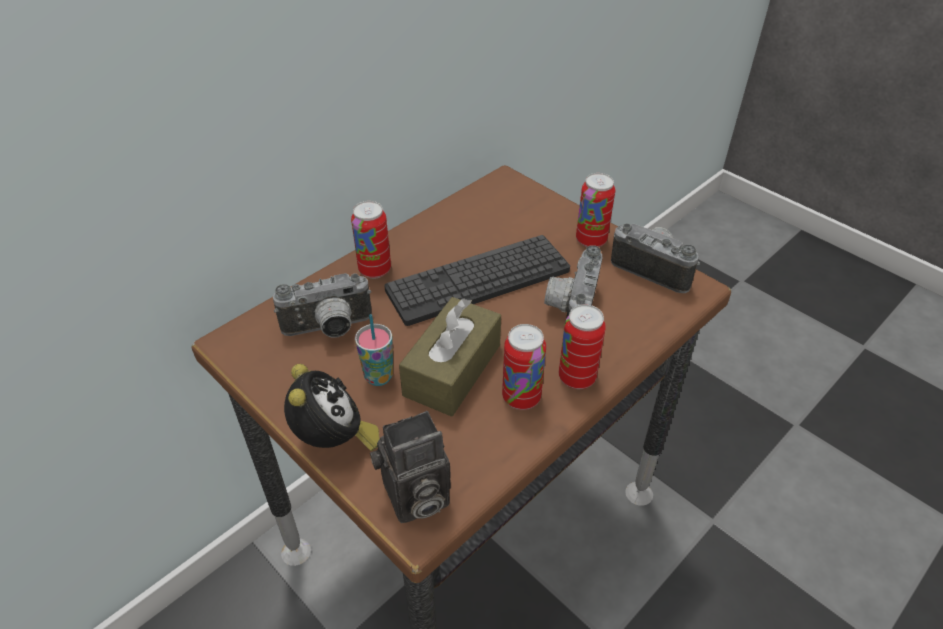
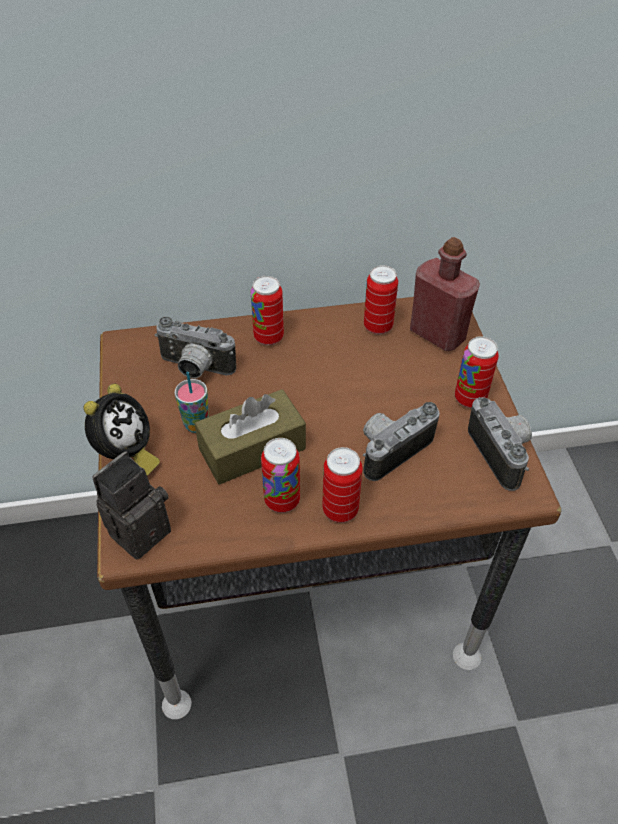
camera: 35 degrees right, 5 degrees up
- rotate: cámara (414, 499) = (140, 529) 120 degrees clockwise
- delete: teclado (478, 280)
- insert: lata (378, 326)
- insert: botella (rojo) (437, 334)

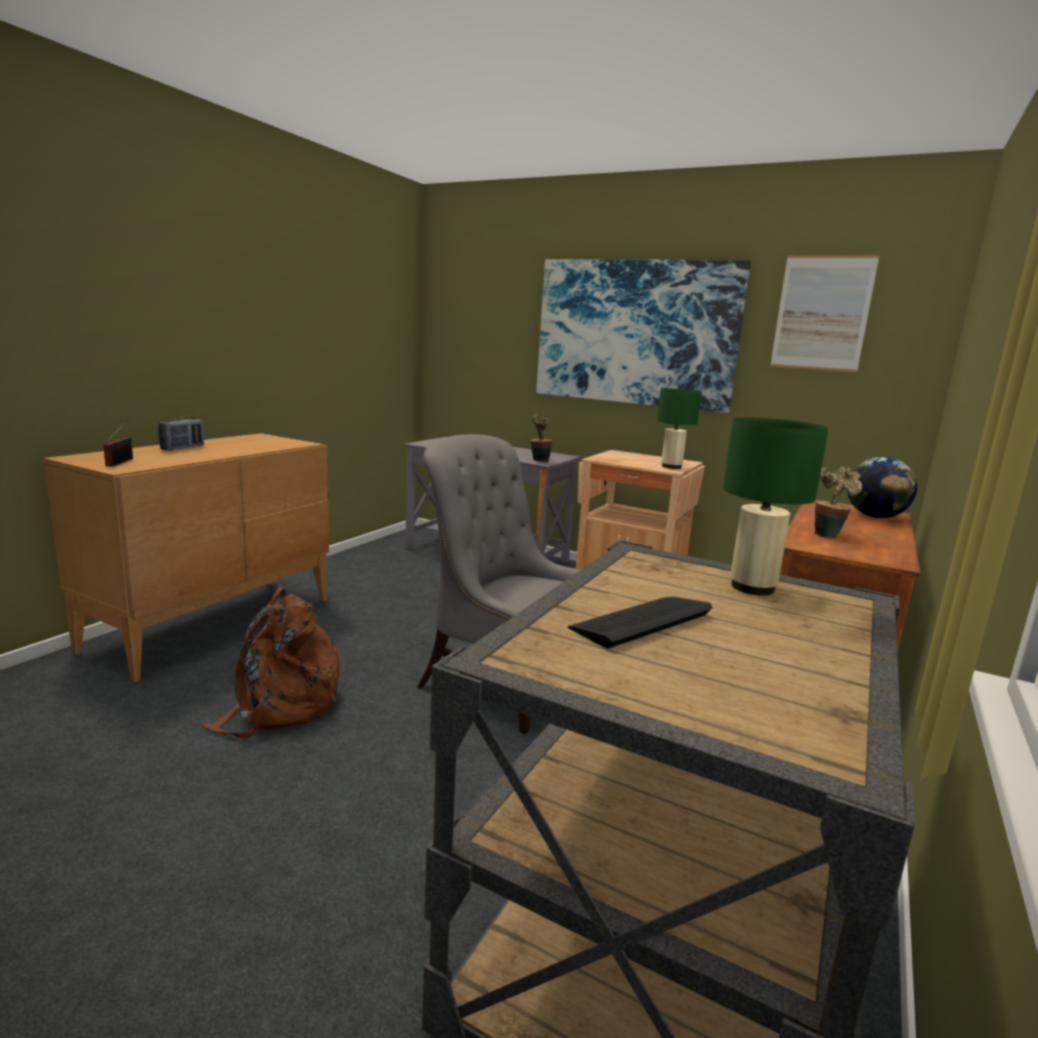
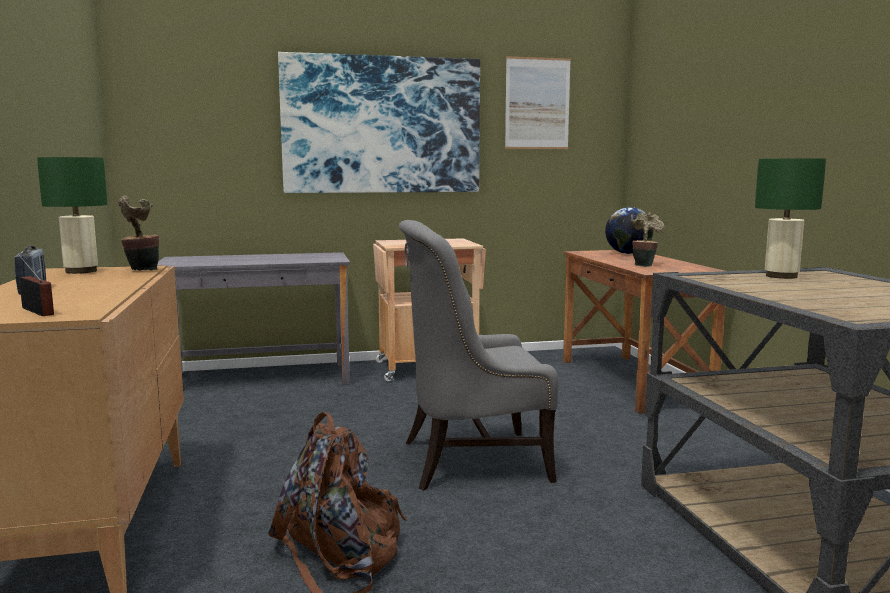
camera: 40 degrees left, 5 degrees down
- move: planta en maceta (538, 461) to (141, 271)
- delete: teclado (641, 621)
- move: lámpara de mesa (verde) (671, 467) to (81, 271)

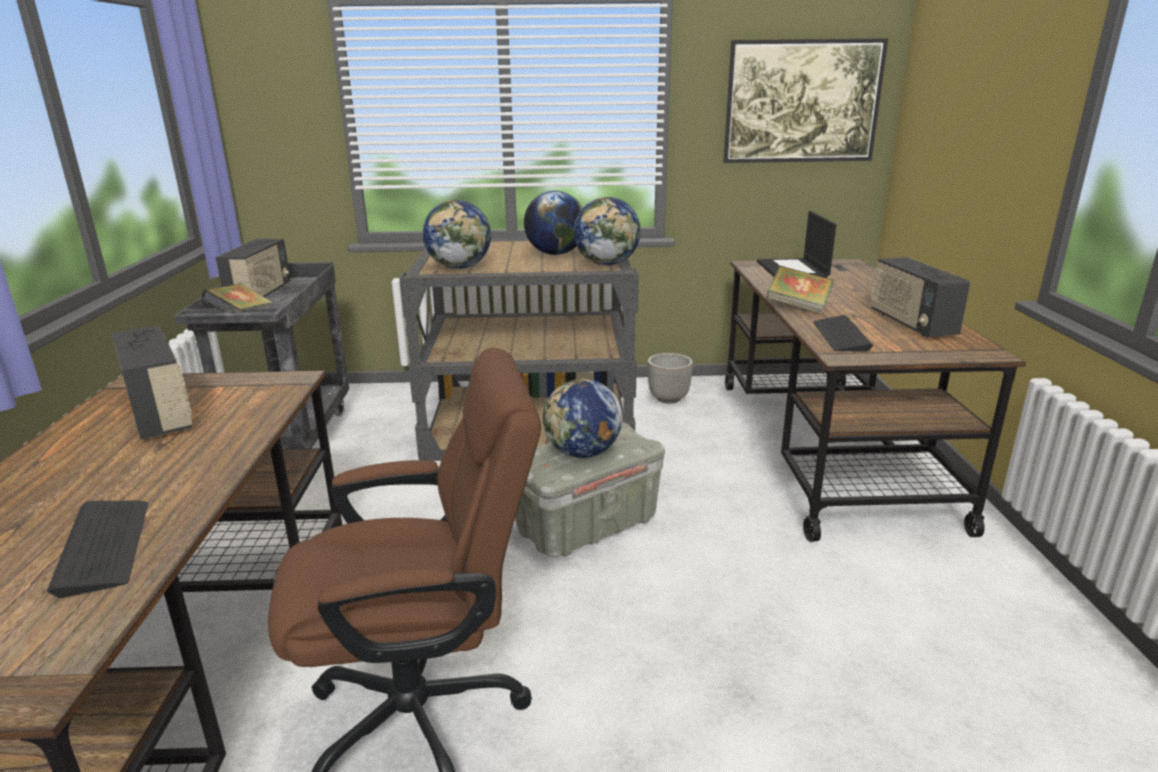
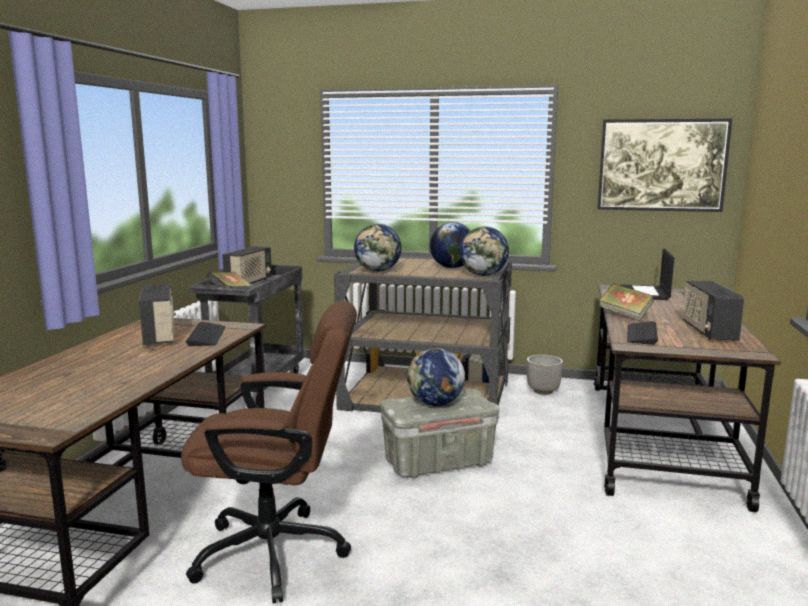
camera: 15 degrees right, 10 degrees down
- move: teclado (104, 546) to (206, 336)

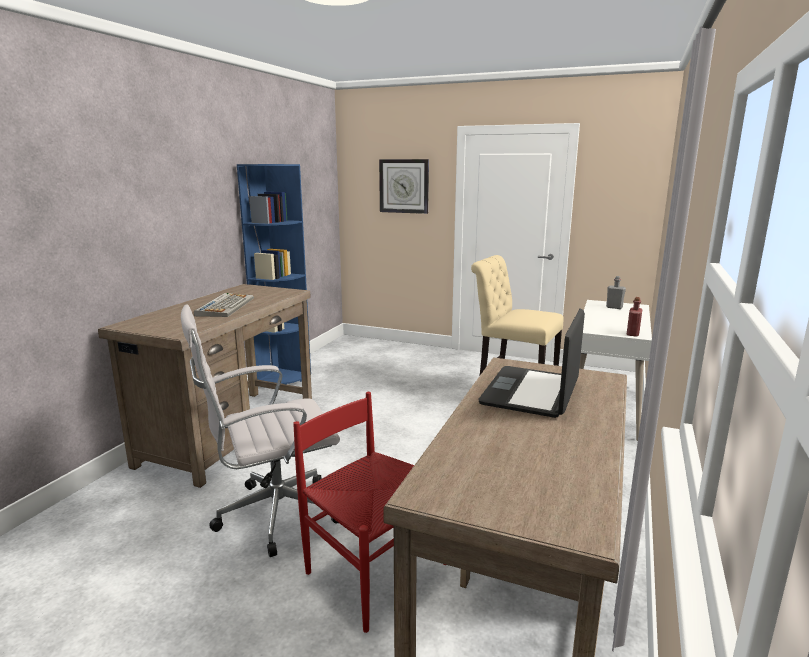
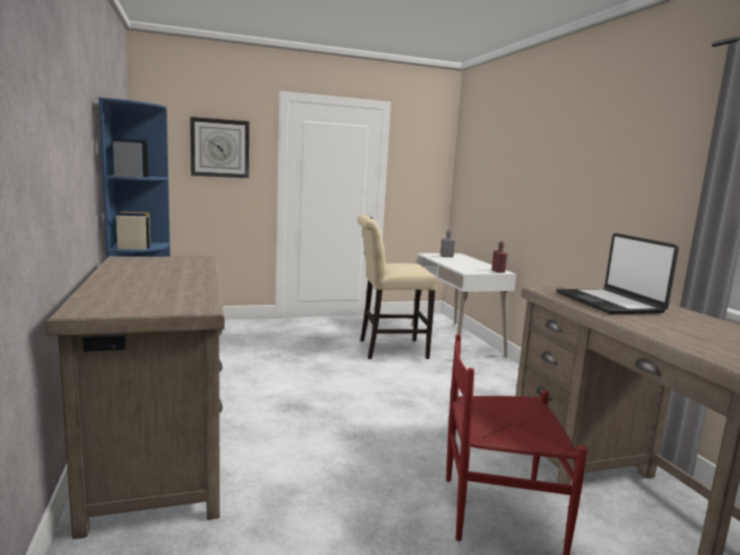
camera: 40 degrees left, 5 degrees down
- delete: silla de oficina (blanco) (272, 515)
- delete: teclado (225, 306)

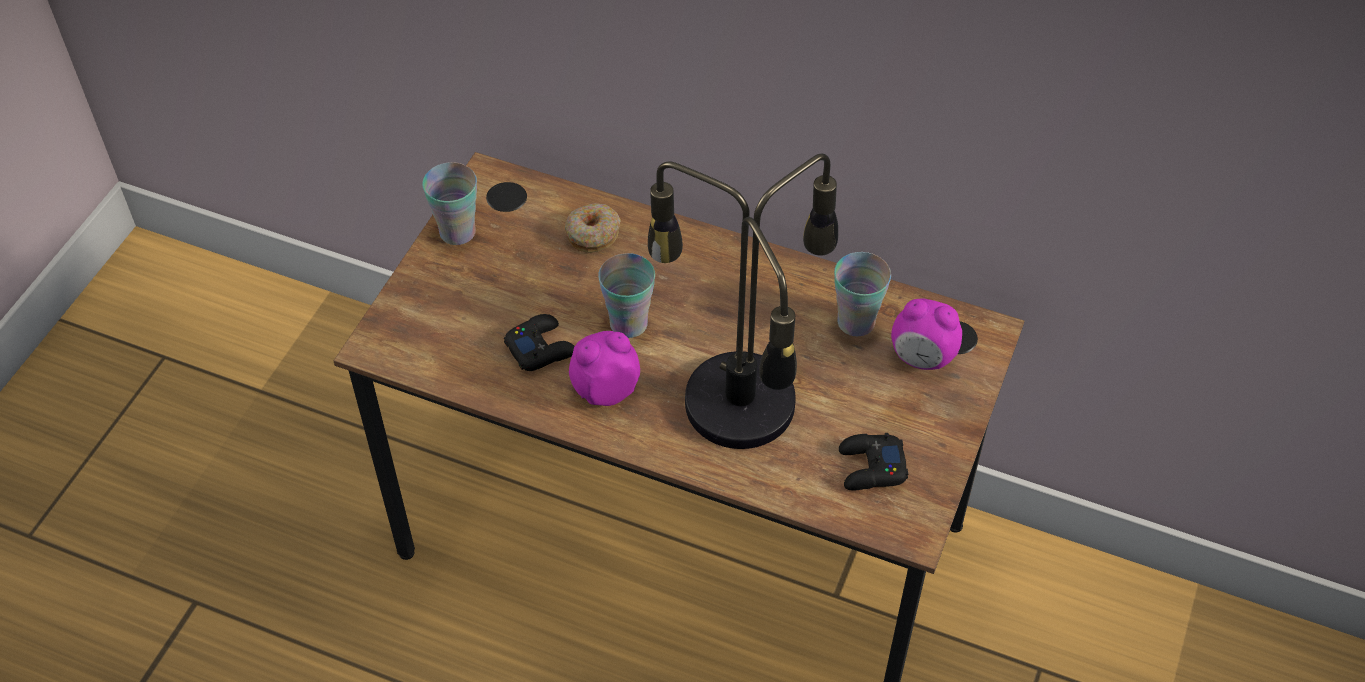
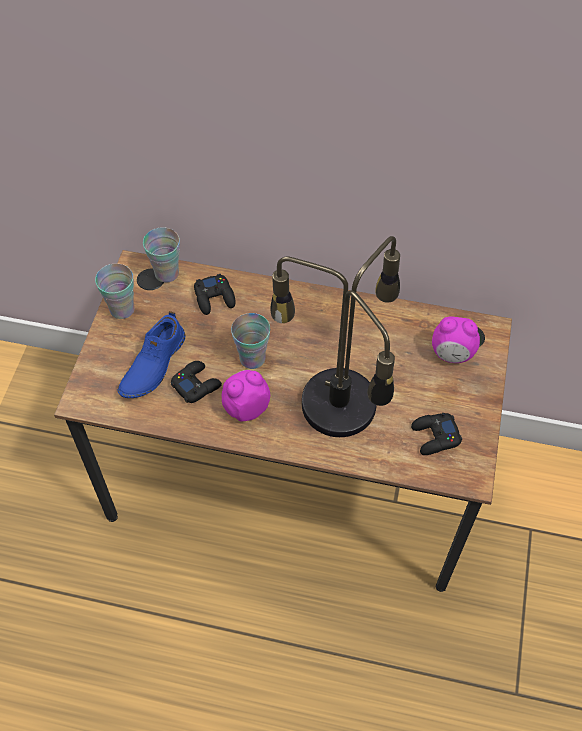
camera: 10 degrees left, 5 degrees up
- replace: rosquilla (592, 234) to mando de consola (negro) (215, 297)
- move: taza (856, 322) to (167, 273)
- insert: zapato (azul) (152, 365)

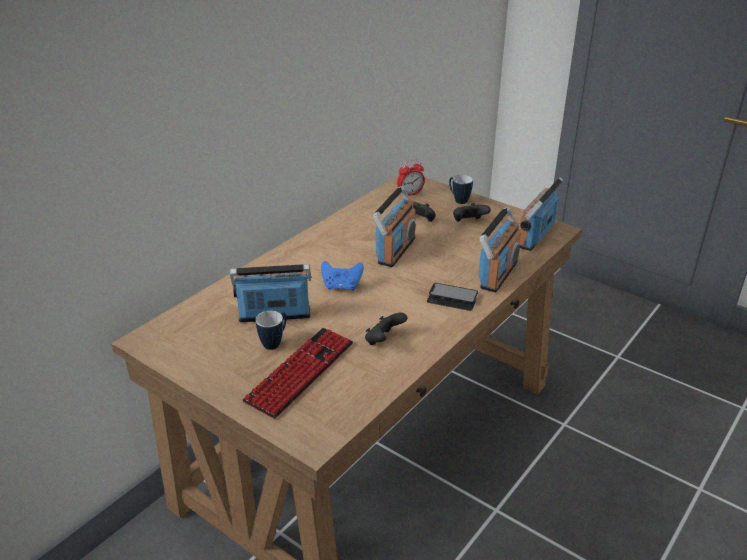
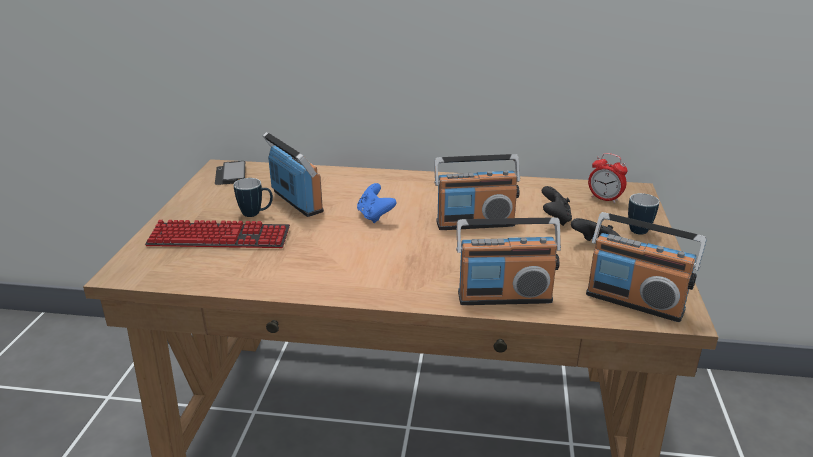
camera: 60 degrees right, 5 degrees down
- delete: mando de consola (negro) (384, 340)
- move: móvil (452, 298) to (230, 174)
- rotate: radio (535, 236) = (634, 302) 150 degrees counterclockwise

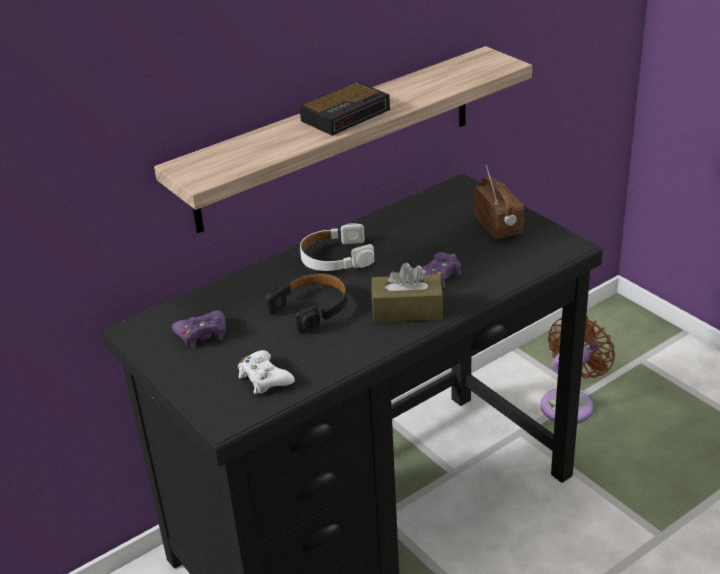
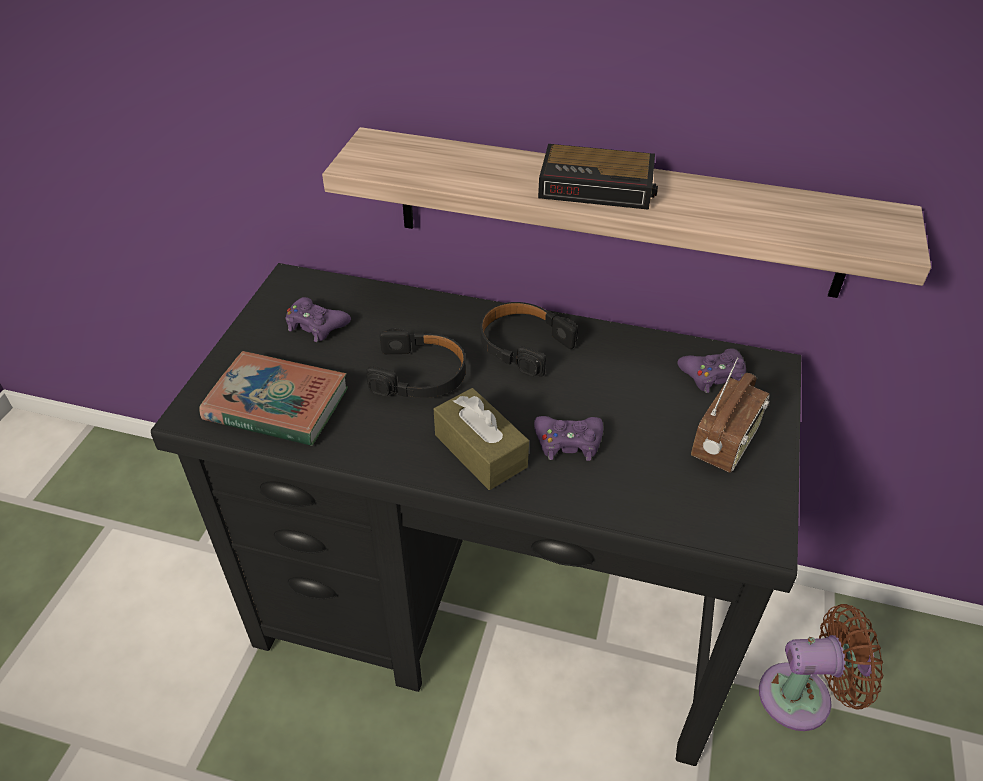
camera: 50 degrees right, 10 degrees up
- replace: mando de consola (blanco) (264, 378) to libro (277, 405)
- recolor: auriculares (blanco) (335, 258) to auriculares (negro) (523, 345)
- insert: mando de consola (morado) (713, 375)

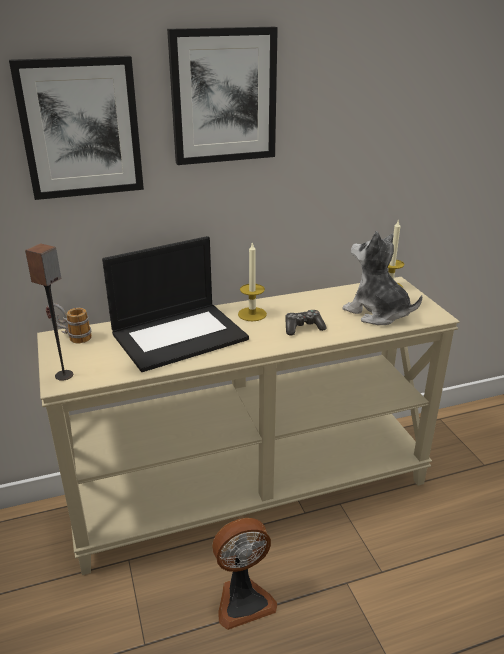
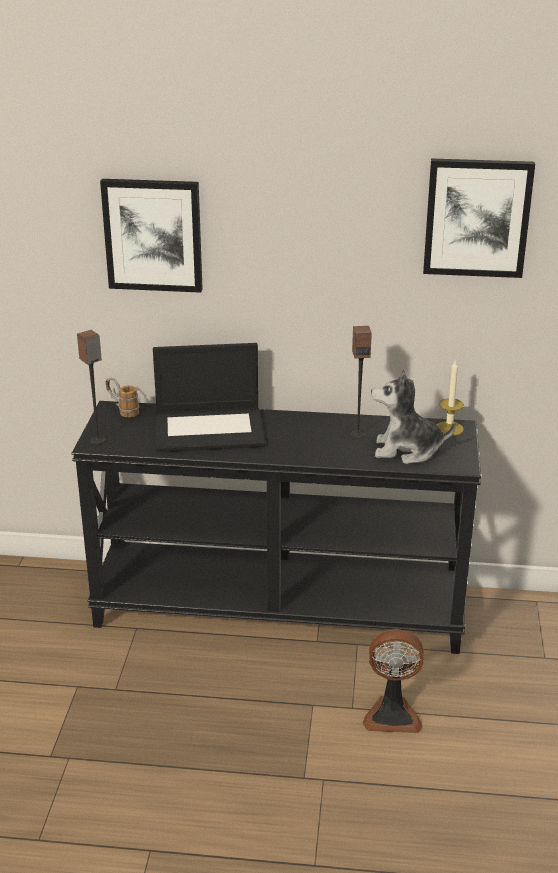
camera: 25 degrees right, 0 degrees up
- recolor: mesa consola (beis) (252, 490) to mesa consola (negro) (280, 608)
- move: cuadro (223, 96) to (477, 217)
- move: ventilador (243, 599) to (392, 714)
- delete: vela (252, 314)
- delete: mando de consola (303, 328)
- rotate: peluche (377, 313) = (407, 450) 60 degrees counterclockwise
- insert: altavoz (357, 434)

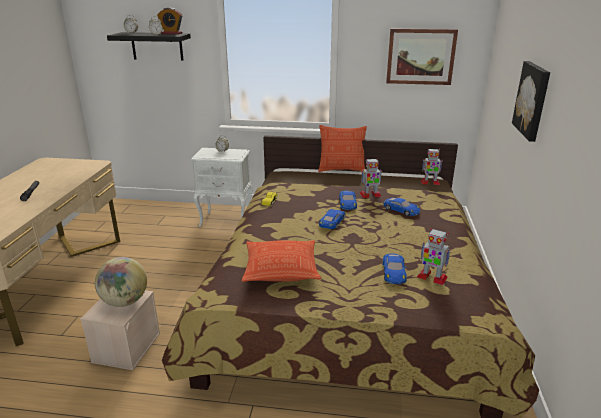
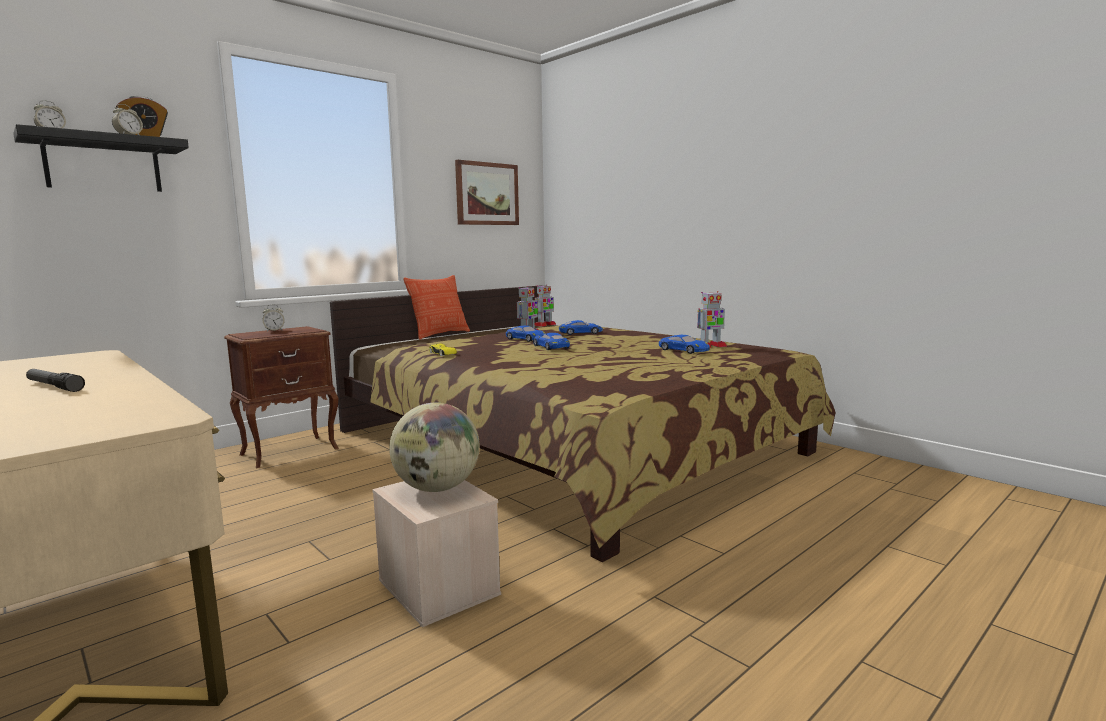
camera: 50 degrees left, 15 degrees down
- recolor: mesita de noche (blanco) (226, 220) to mesita de noche (marrón) (290, 451)
- delete: cojín (naranja) (281, 271)
- delete: cuadro (533, 100)

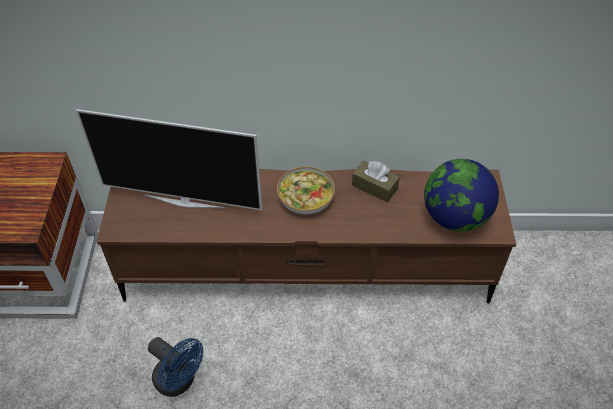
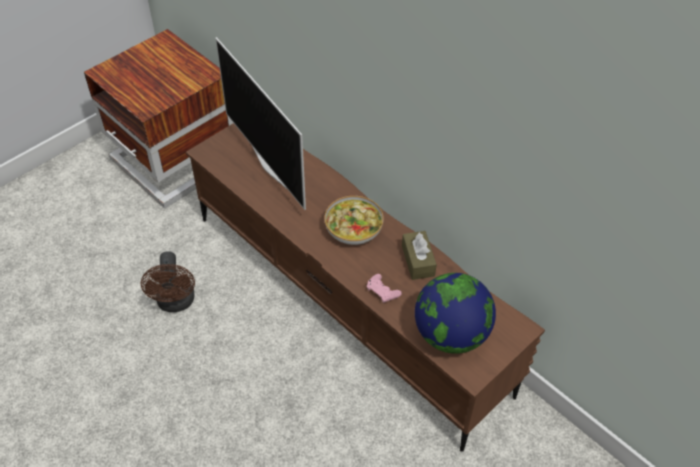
camera: 45 degrees right, 0 degrees up
- recolor: ventilador (azul) (179, 381) to ventilador (marrón) (176, 303)
- insert: mando de consola (rosa) (382, 291)

